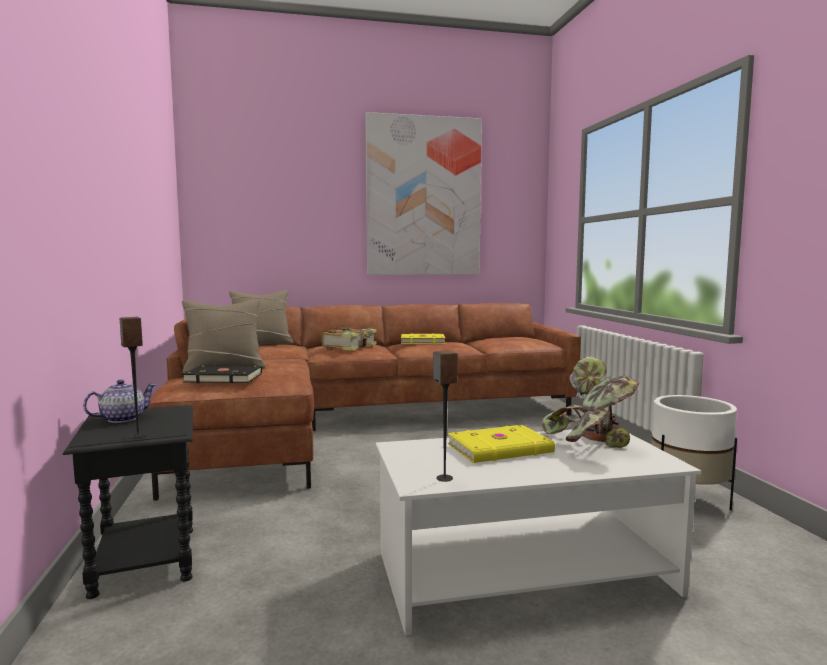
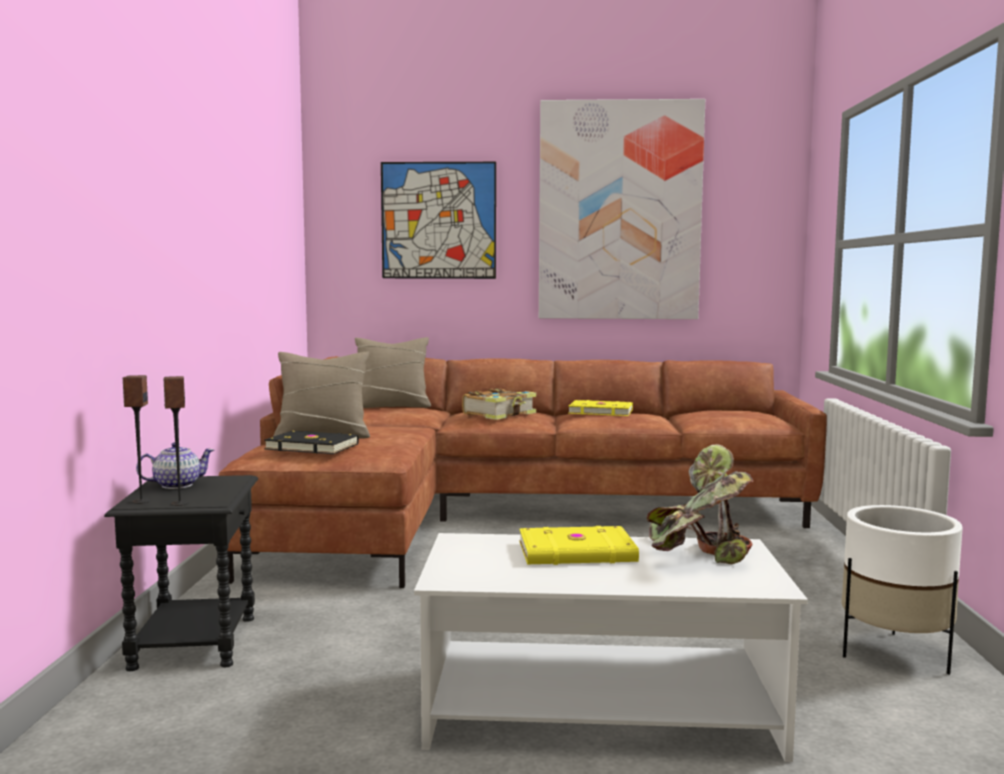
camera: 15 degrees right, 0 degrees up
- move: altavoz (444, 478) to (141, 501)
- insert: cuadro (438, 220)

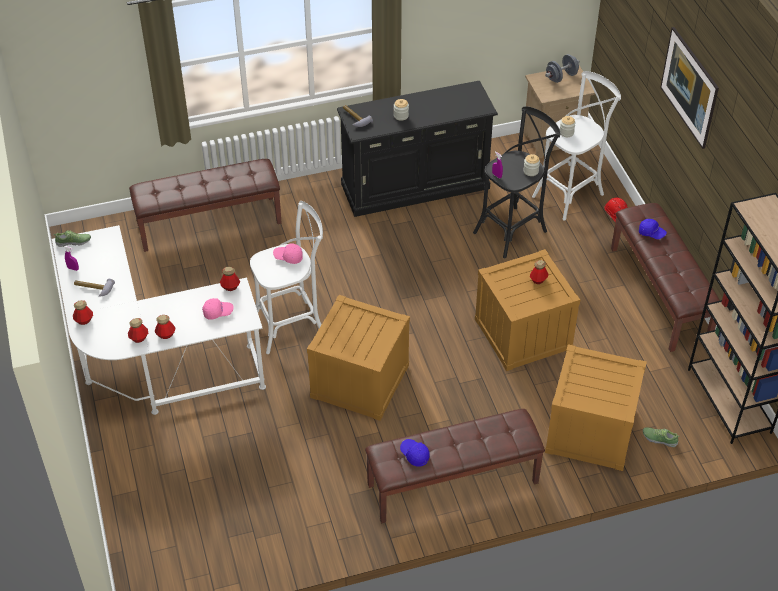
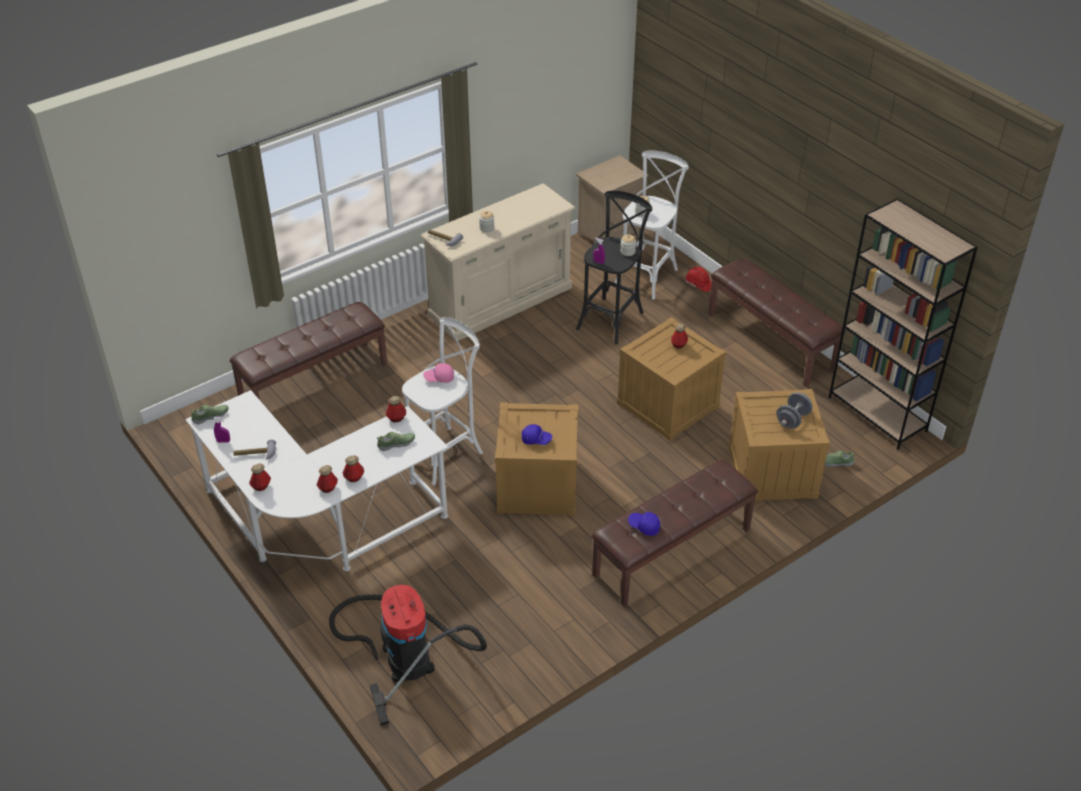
camera: 20 degrees left, 5 degrees down
- replace: gorra (rosa) (218, 312) to zapato (396, 444)
- recolor: armario (negro) (415, 186) to armario (beis) (501, 301)
- move: mancuerna (gris) (561, 77) to (792, 420)
- move: gorra (azul) (651, 233) to (536, 440)
- delete: cuadro (686, 102)
- insert: aspiradora (405, 654)

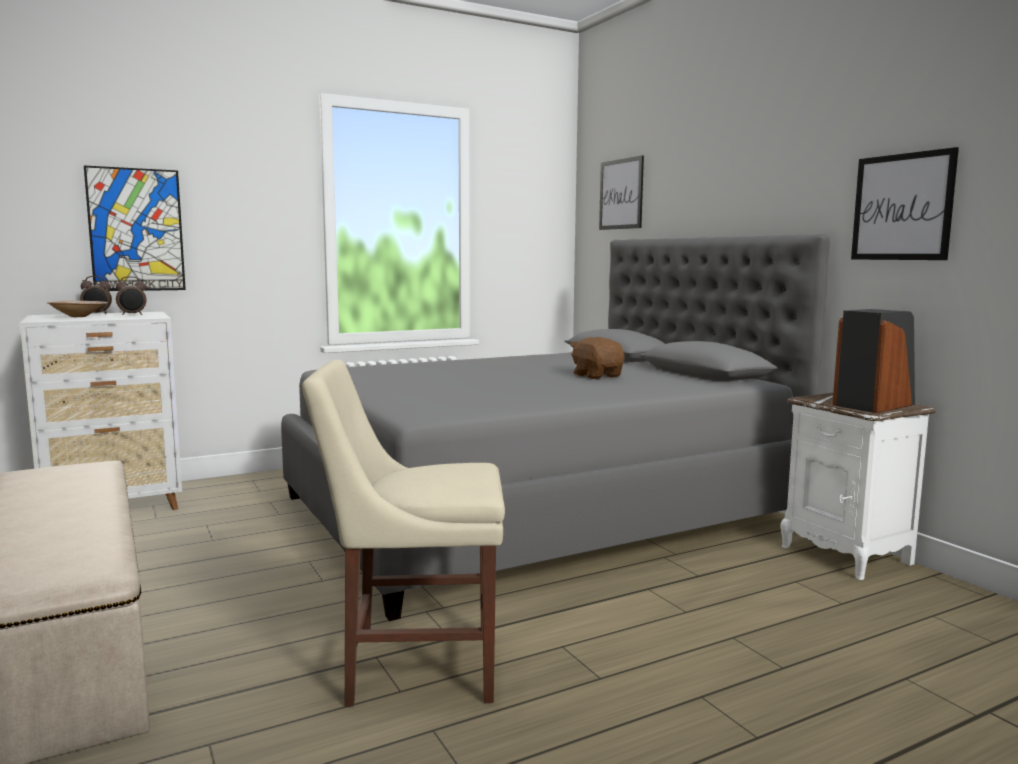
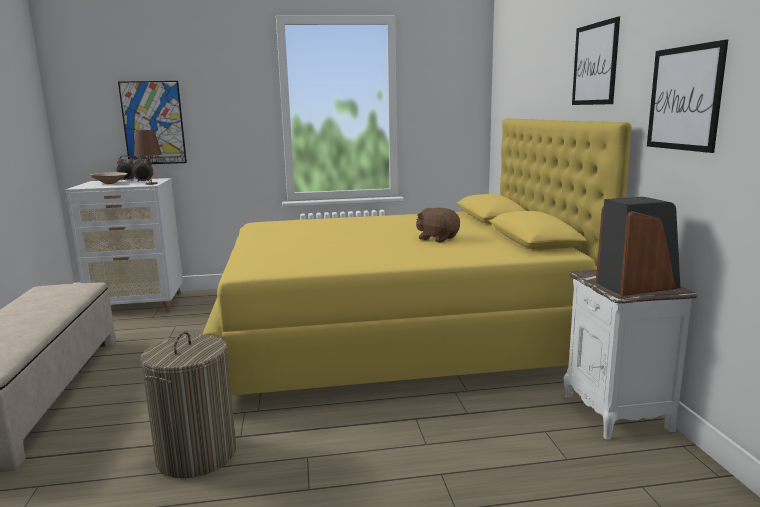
camera: 20 degrees right, 5 degrees up
- recolor: cama (gris) (536, 510) to cama (amarillo) (395, 338)
- replace: silla (beis) (413, 667) to cesto de la ropa (196, 454)
- rotate: peluche (marrón) (597, 376) = (437, 238) 45 degrees counterclockwise
- move: cuadro (621, 194) to (595, 64)
- insert: lámpara de mesa (marrón) (151, 183)

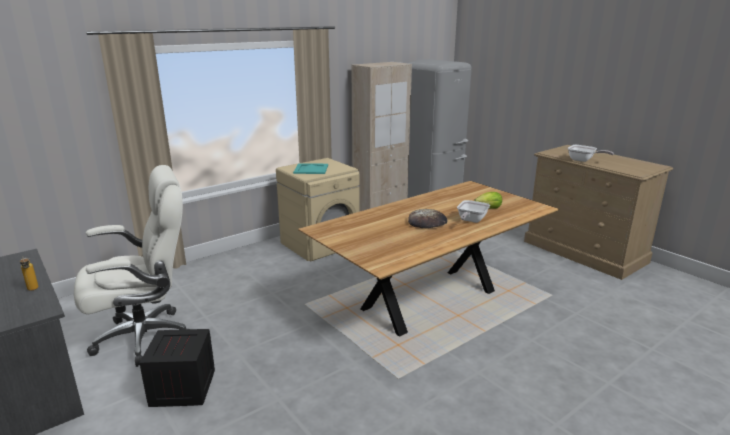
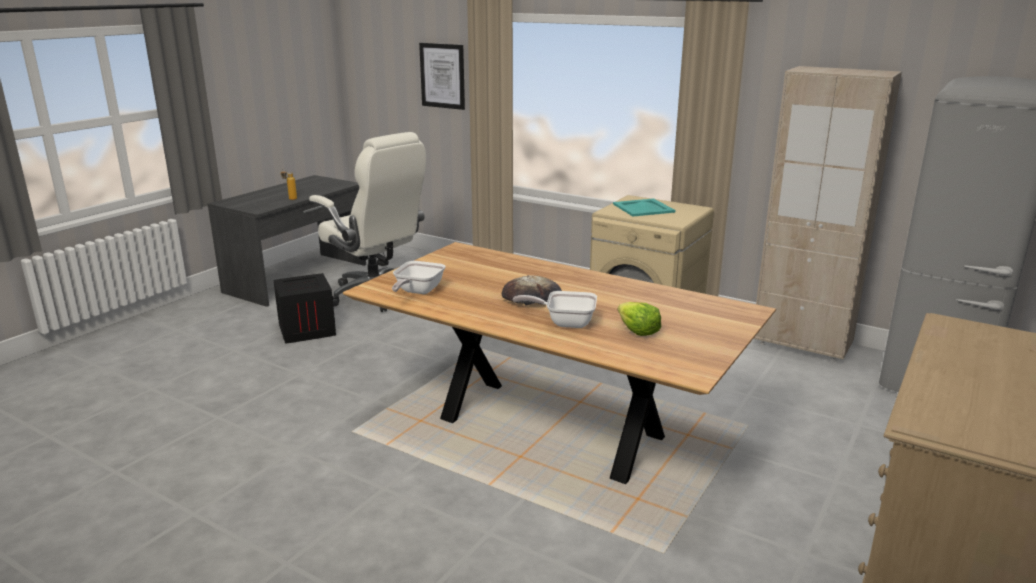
camera: 70 degrees right, 0 degrees up
- move: sartén (583, 160) to (417, 292)
- insert: cuadro (442, 76)

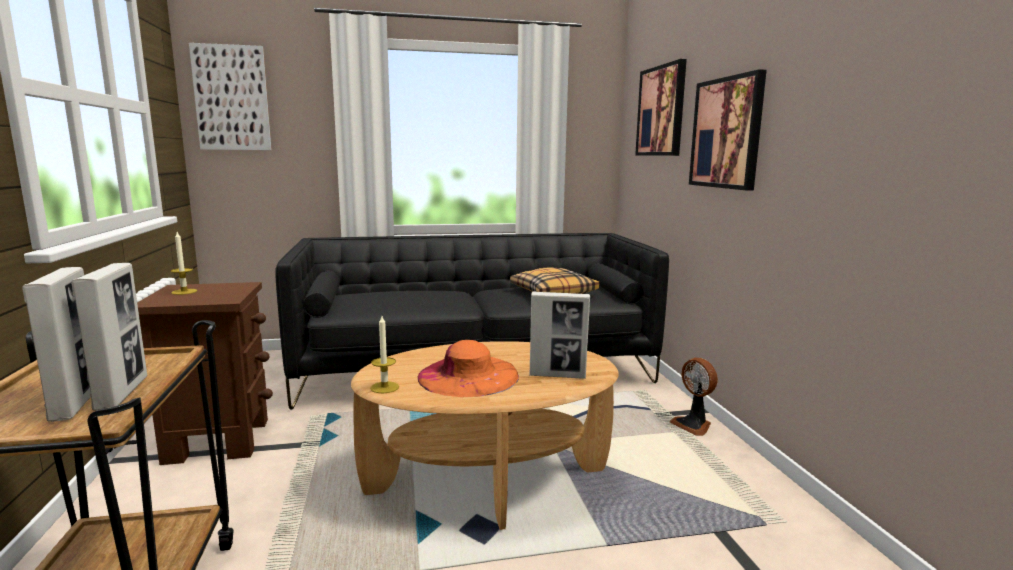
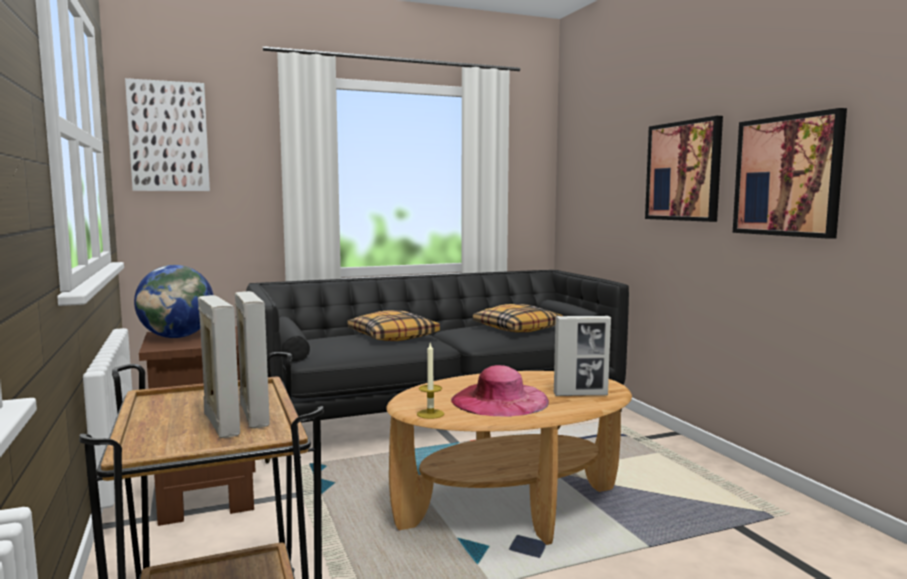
camera: 10 degrees left, 5 degrees down
- replace: vela (184, 292) to globo terráqueo (177, 337)
- recolor: sombrero (naranja) (468, 376) to sombrero (rosa) (499, 400)
- move: cuadro (661, 111) to (787, 176)
- delete: ventilador (693, 425)
- insert: cojín (393, 336)

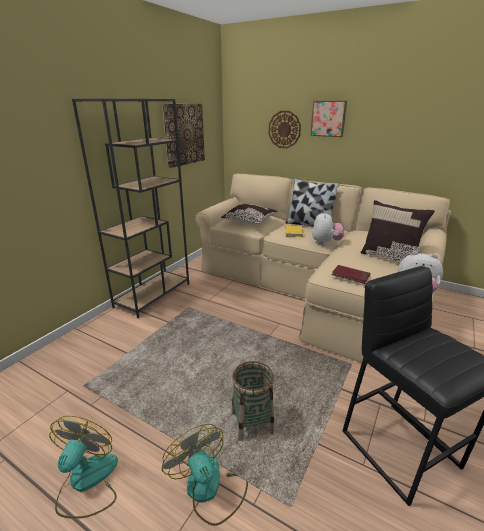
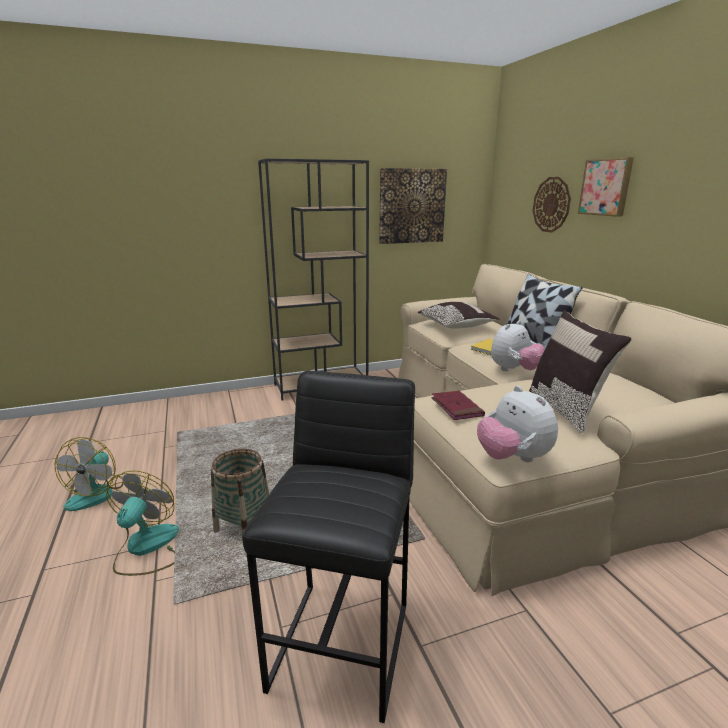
camera: 40 degrees right, 5 degrees down
- rotate: ventilador (87, 482) = (96, 493) 135 degrees clockwise

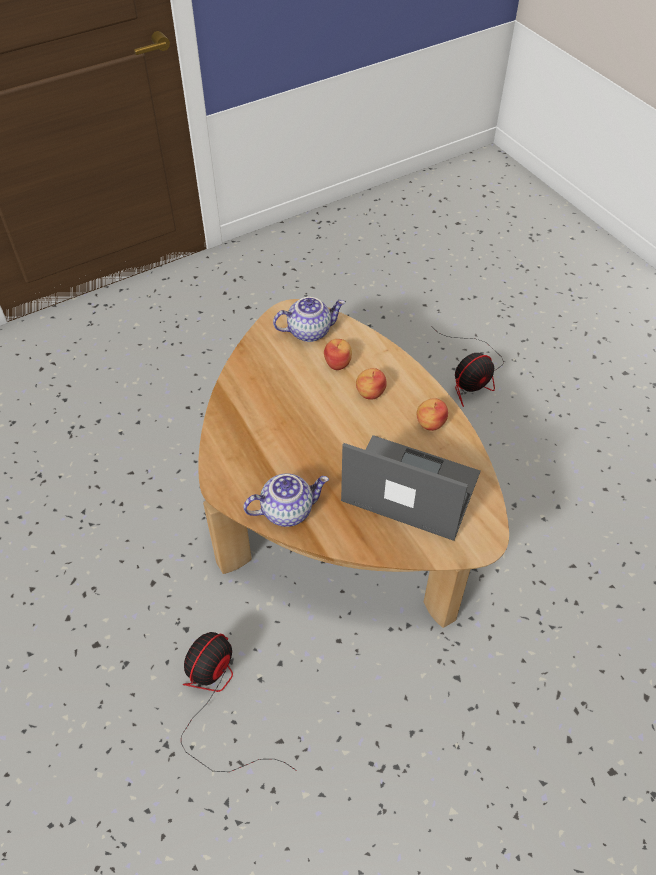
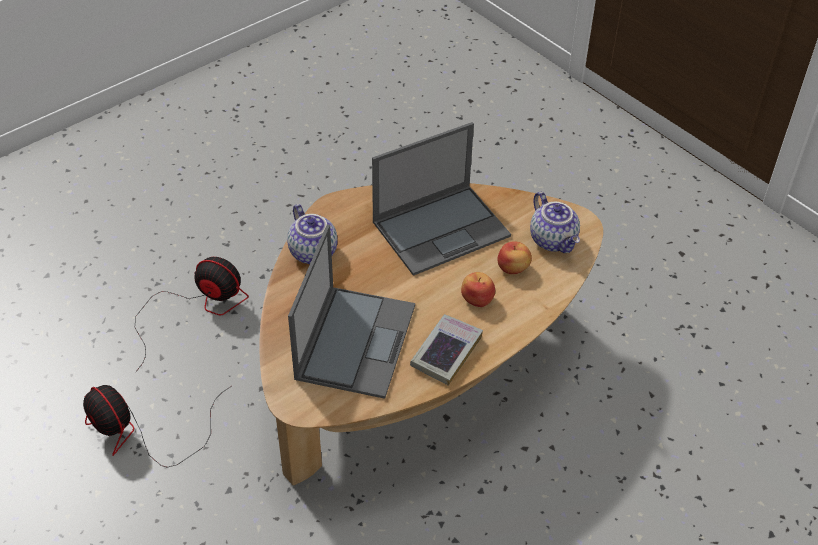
camera: 80 degrees right, 5 degrees down
- replace: manzana (430, 423) to libro (446, 353)
- move: ventilador (471, 376) to (141, 433)
- insert: portátil (442, 228)

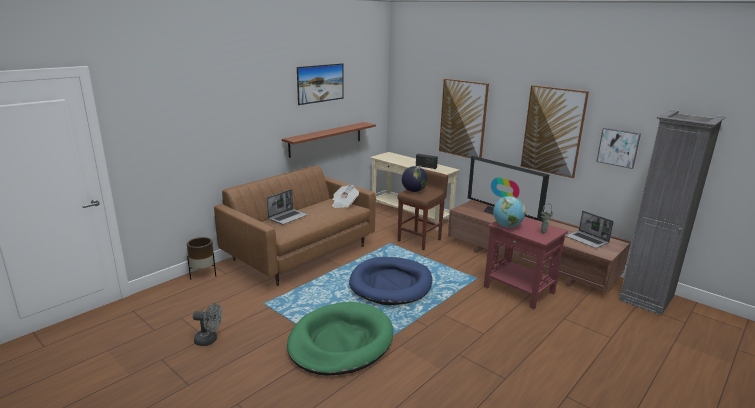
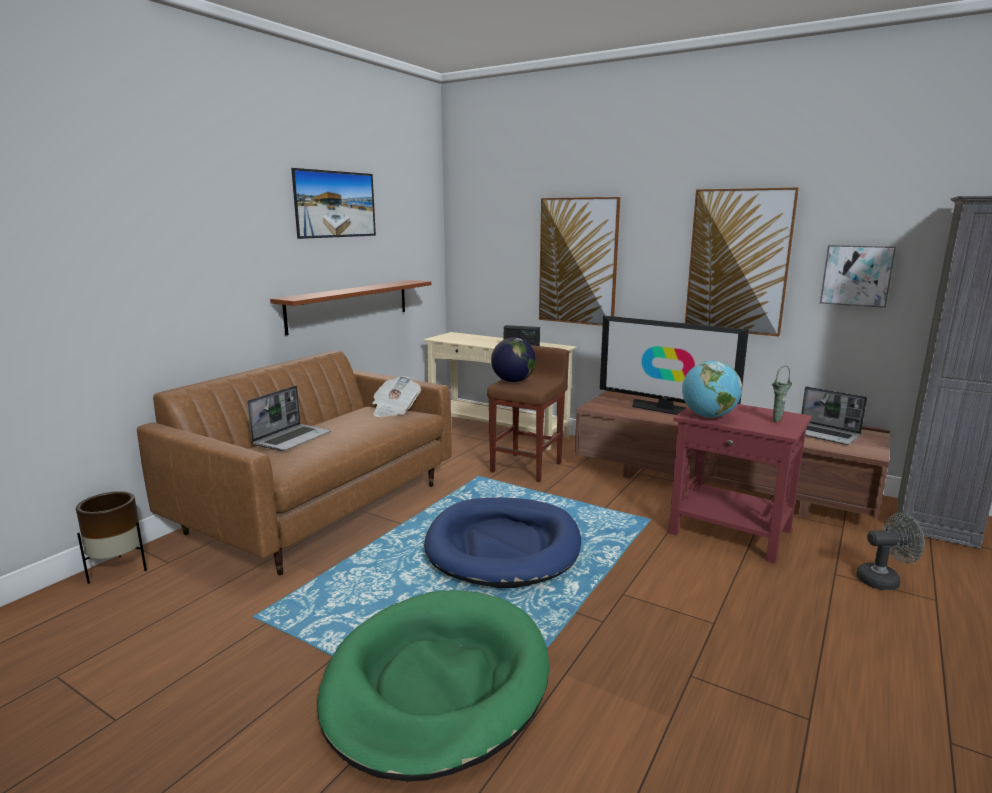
camera: 10 degrees left, 5 degrees down
- move: ventilador (gris) (209, 340) to (884, 580)

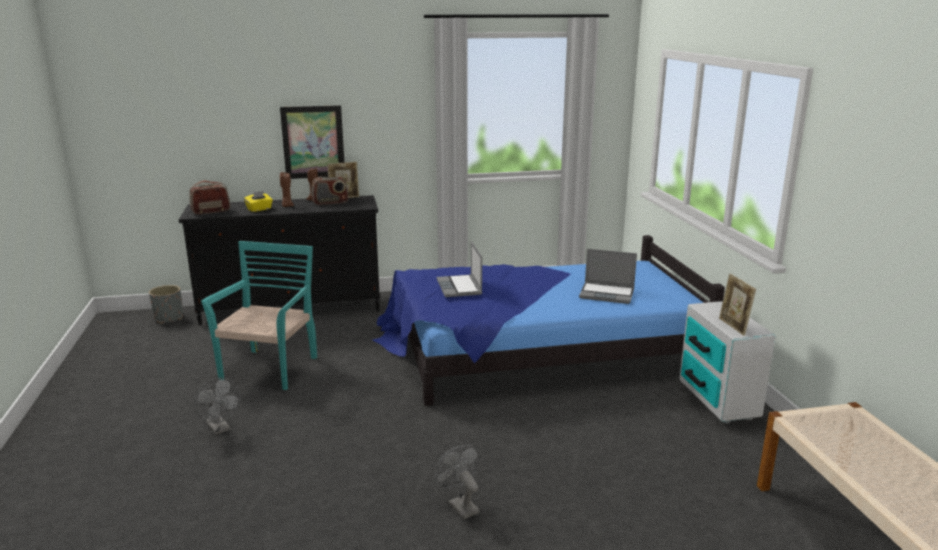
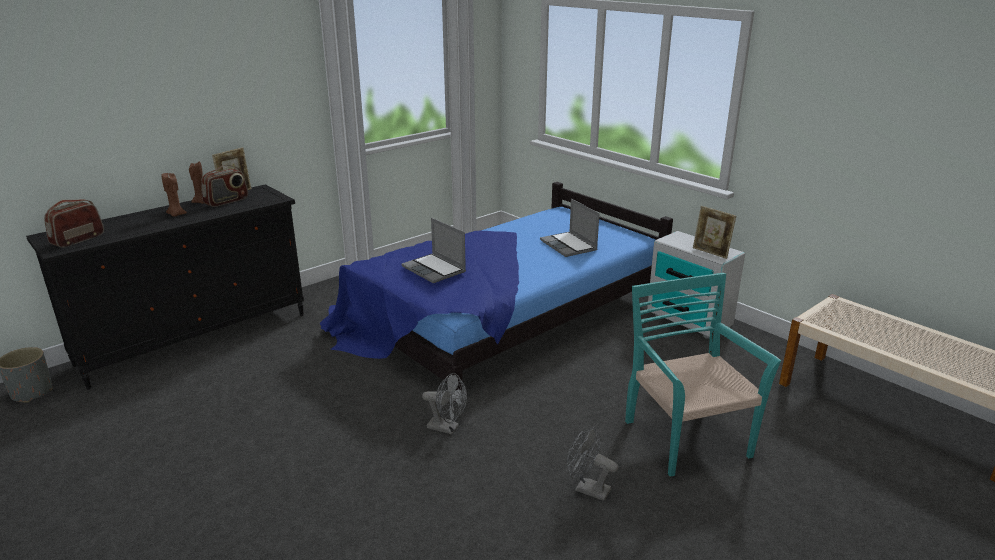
camera: 30 degrees left, 5 degrees up
- move: ventilador (gris) (220, 428) to (447, 428)
- move: sillón (turquesa) (270, 369) to (686, 437)
- delete: caja de pañuelos (amarillo) (259, 209)
- delete: cuadro (313, 142)
- rotate: portátil (607, 294) = (569, 245) 75 degrees clockwise

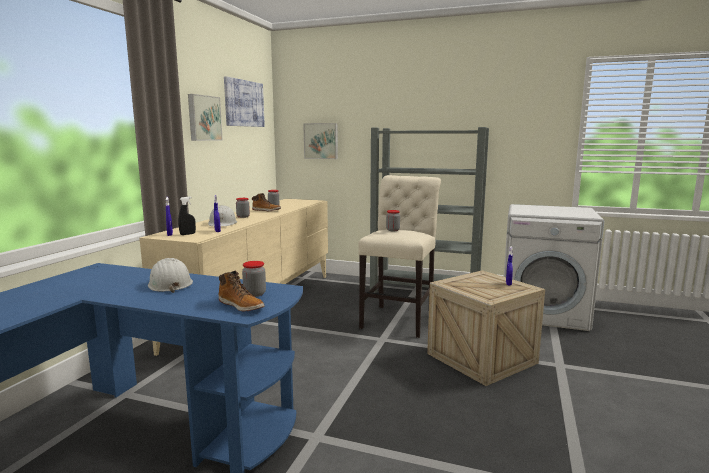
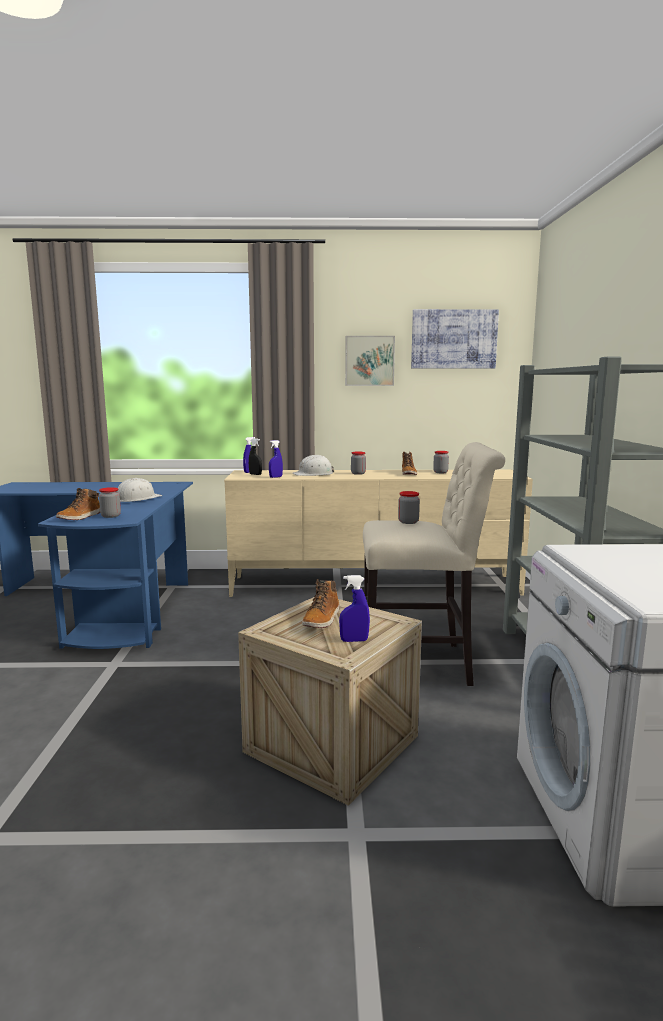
camera: 70 degrees right, 0 degrees up
- delete: cuadro (321, 141)
- insert: bota (322, 619)

